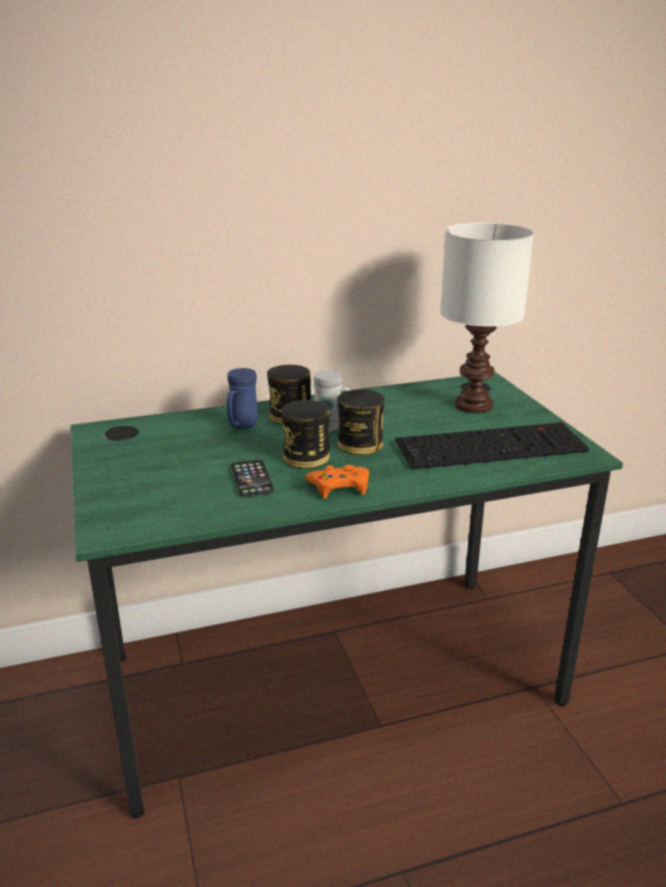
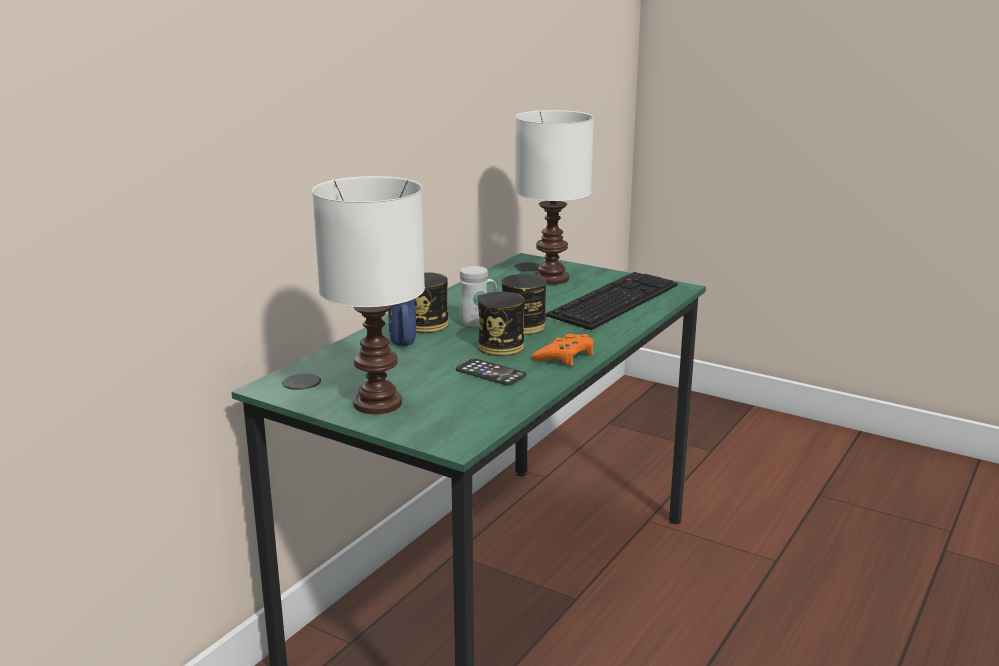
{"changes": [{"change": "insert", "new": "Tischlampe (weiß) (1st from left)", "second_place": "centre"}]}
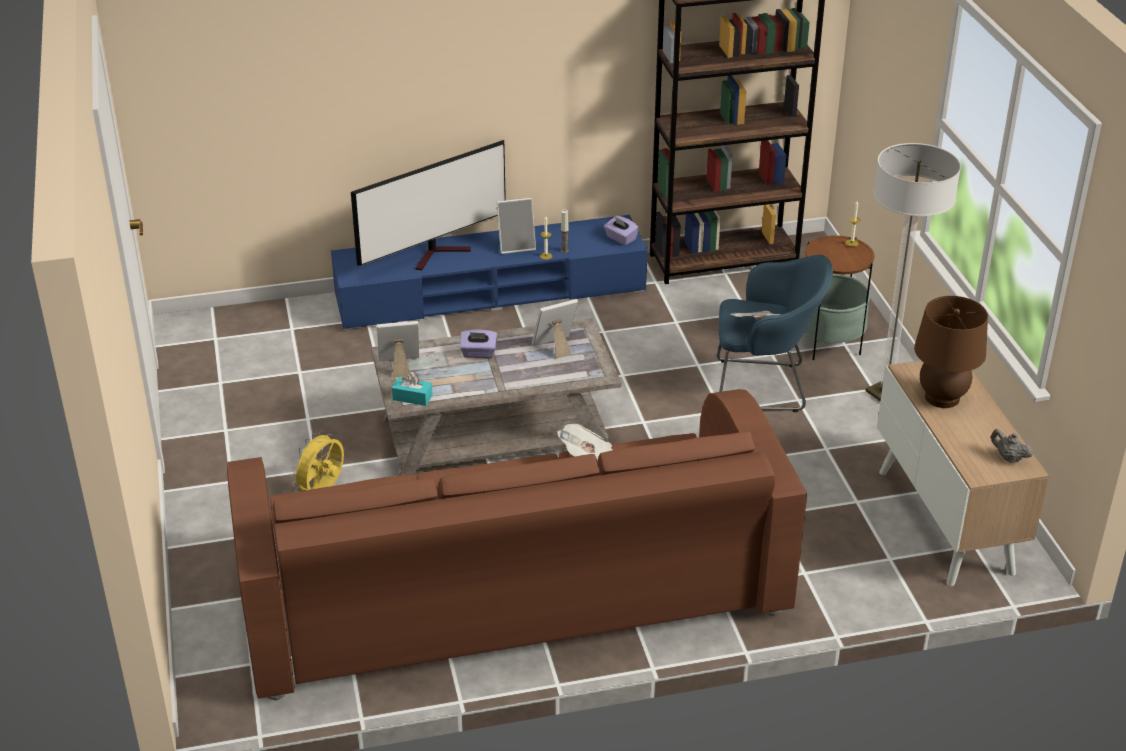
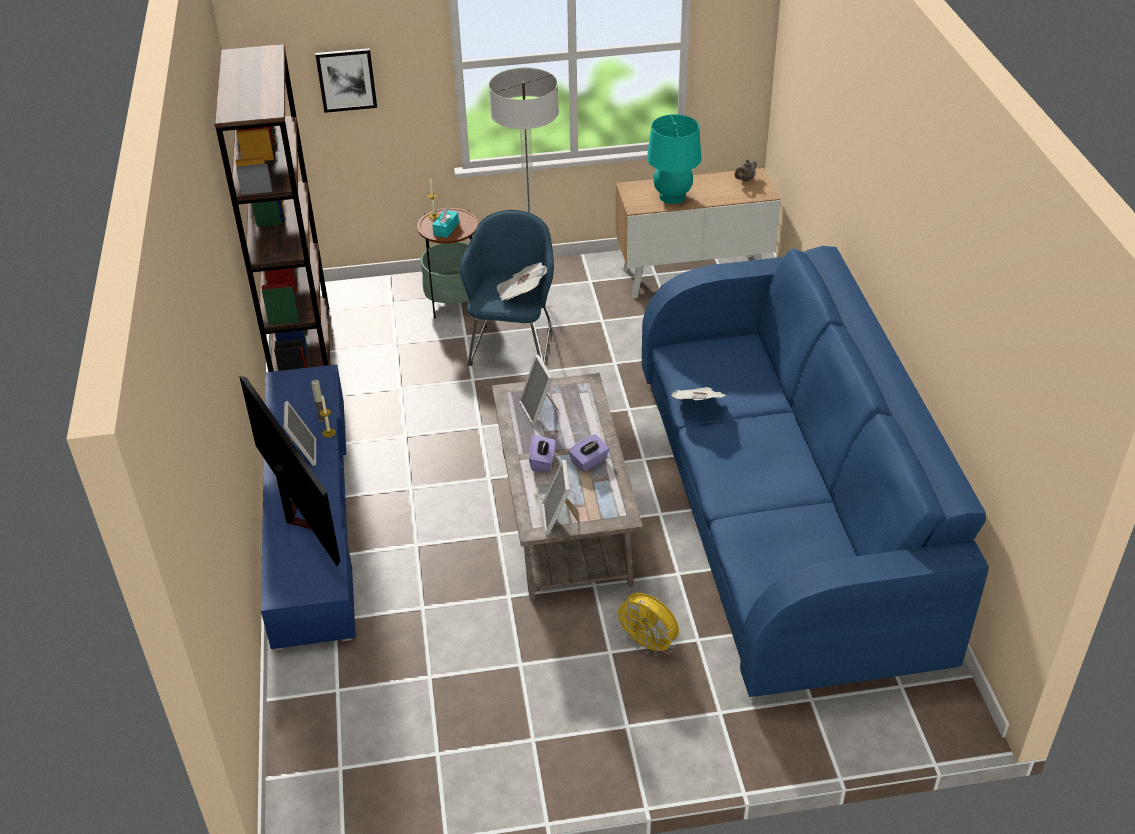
{"changes": [{"change": "recolor", "old": "Sofa (braun)", "new": "Sofa (blau)", "first_place": "bottom centre", "second_place": "middle right"}, {"change": "move", "old": "Taschentuchbox (türkis)", "first_place": "centre", "second_place": "top centre"}, {"change": "move", "old": "Taschentuchbox (lila) (2nd from left)", "first_place": "top centre", "second_place": "centre"}, {"change": "recolor", "old": "Tischlampe (braun)", "new": "Tischlampe (türkis)", "first_place": "middle right", "second_place": "top centre"}, {"change": "insert", "new": "Bild", "second_place": "top left"}]}
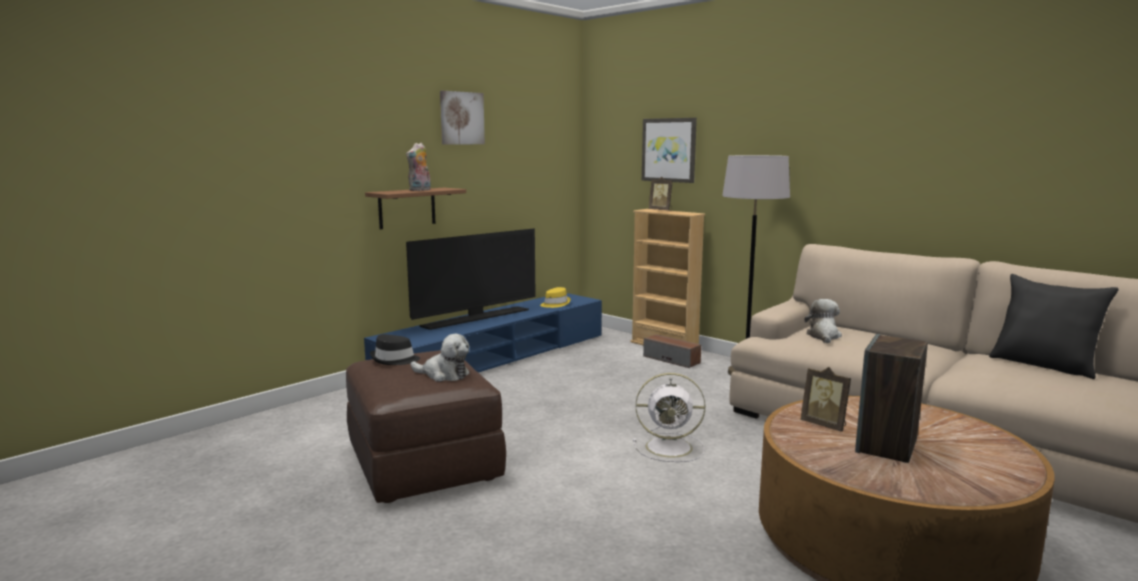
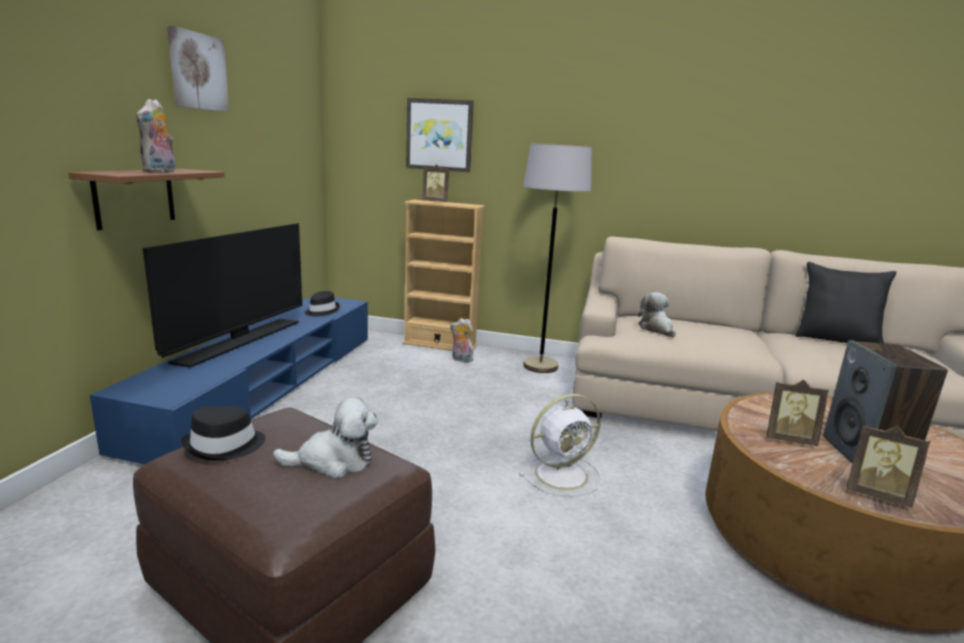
{"changes": [{"change": "recolor", "old": "Hut (gelb)", "new": "Hut (schwarz) (2nd from left)", "first_place": "centre", "second_place": "centre"}, {"change": "replace", "old": "Lautsprecher (1st from left)", "new": "Plüschtier (3rd from left)", "first_place": "centre", "second_place": "centre"}, {"change": "insert", "new": "Bilderrahmen (3rd from left)", "second_place": "bottom right"}]}
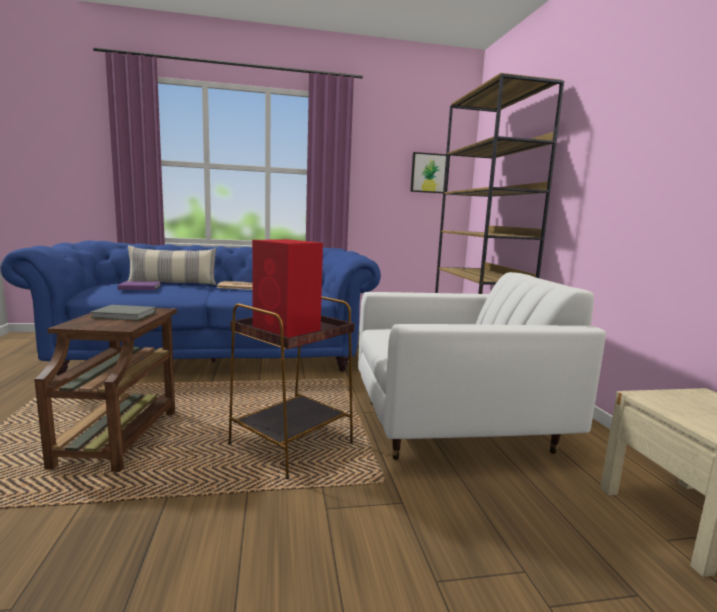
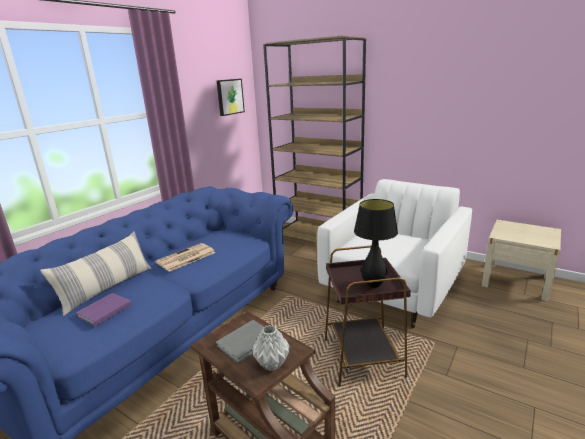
{"changes": [{"change": "replace", "old": "Lautsprecher (rot)", "new": "Tischlampe (schwarz)", "first_place": "centre", "second_place": "centre"}, {"change": "insert", "new": "Vase (grau)", "second_place": "bottom centre"}]}
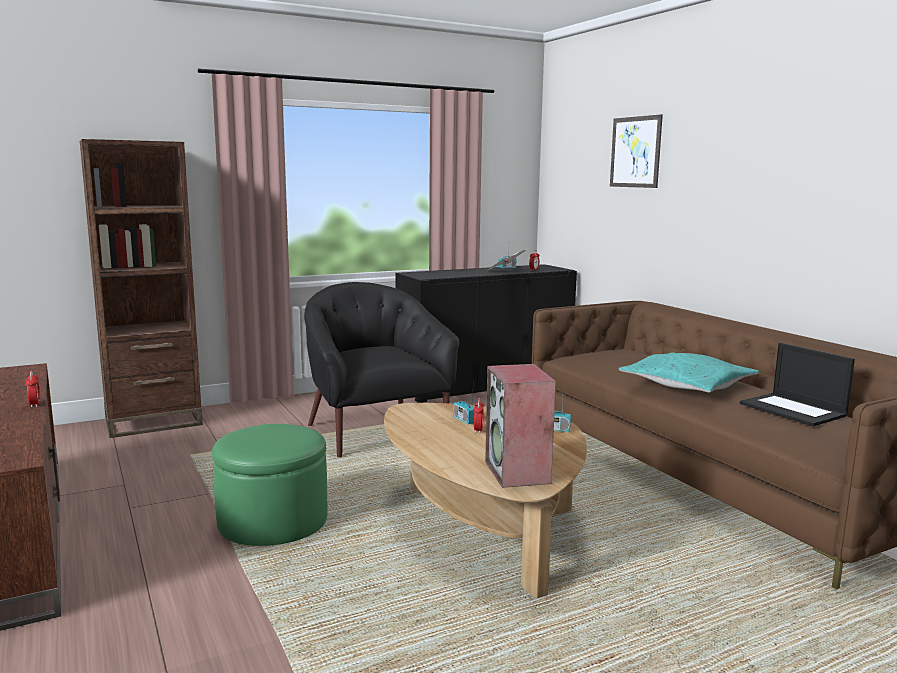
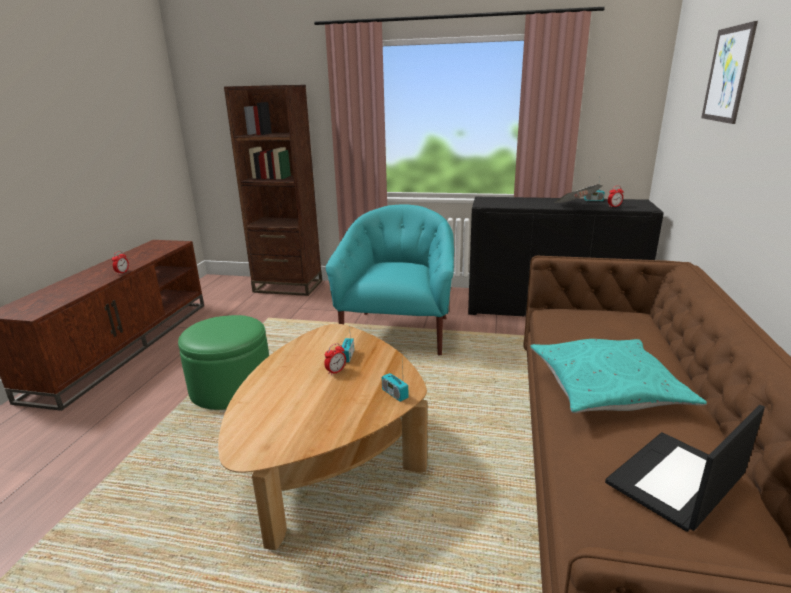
{"changes": [{"change": "recolor", "old": "Sessel (schwarz)", "new": "Sessel (türkis)", "first_place": "centre", "second_place": "centre"}, {"change": "delete", "old": "Lautsprecher", "first_place": "centre"}, {"change": "rotate", "old": "Laptop", "first_place": "middle right", "second_place": "bottom right", "degrees": 45}]}
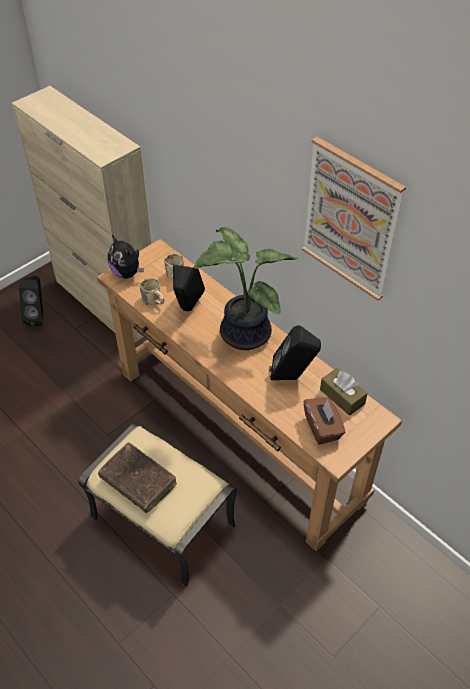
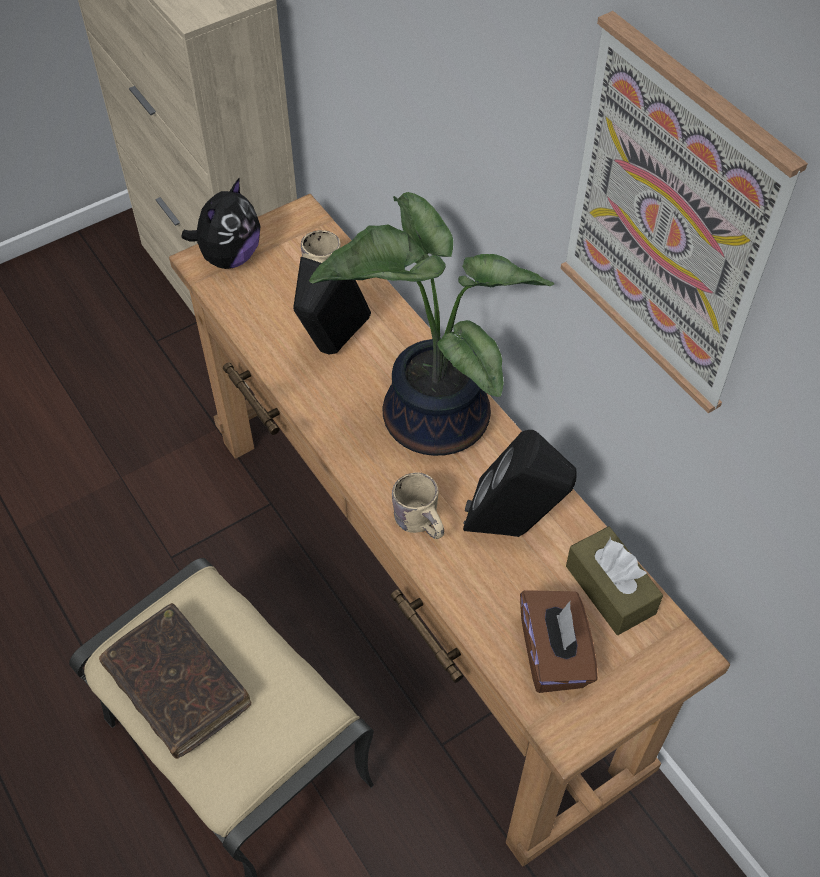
{"changes": [{"change": "delete", "old": "Lautsprecher (schwarz) (1st from left)", "first_place": "middle left"}, {"change": "rotate", "old": "Plüschtier", "first_place": "middle left", "second_place": "top left", "degrees": -120}, {"change": "move", "old": "Henkelbecher (beige) (1st from left in the first image)", "new": "Henkelbecher (beige) (2nd from left)", "first_place": "middle left", "second_place": "centre"}]}
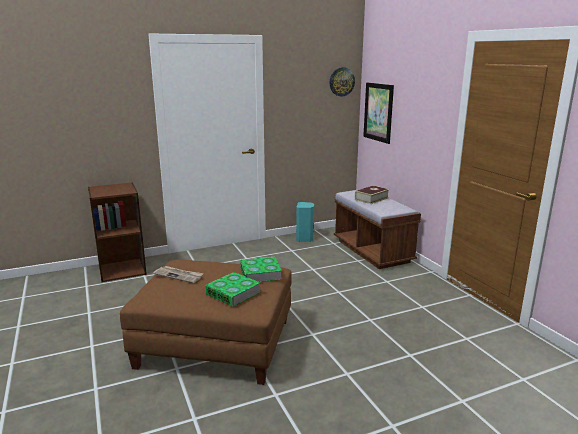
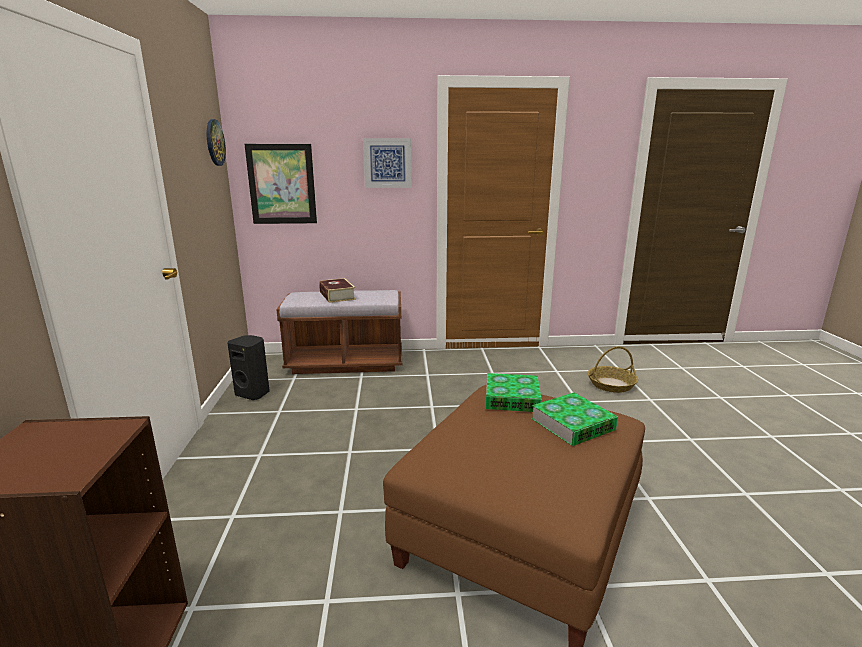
{"changes": [{"change": "delete", "old": "Zeitung", "first_place": "middle left"}, {"change": "recolor", "old": "Lautsprecher (türkis)", "new": "Lautsprecher (schwarz)", "first_place": "centre", "second_place": "middle left"}, {"change": "insert", "new": "Bild (2nd from left)", "second_place": "top centre"}, {"change": "insert", "new": "Korb", "second_place": "middle right"}]}
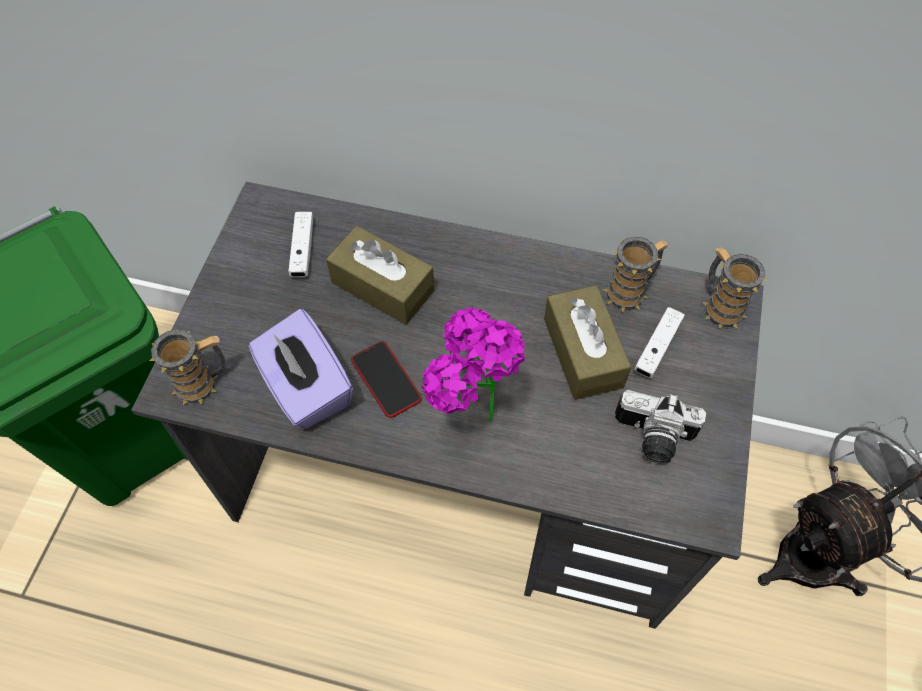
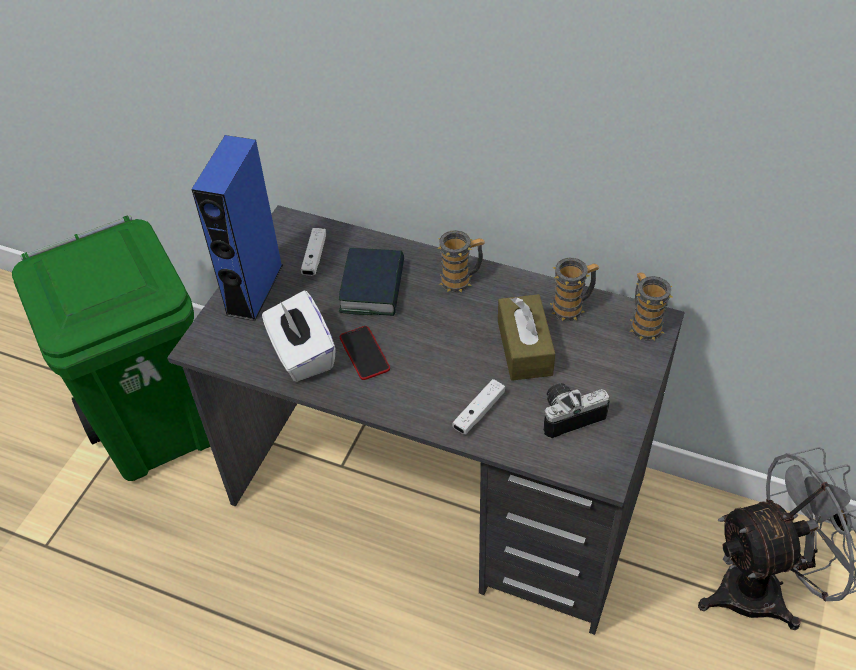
{"changes": [{"change": "move", "old": "Henkelbecher (1st from left)", "first_place": "middle left", "second_place": "centre"}, {"change": "recolor", "old": "Taschentuchbox (lila)", "new": "Taschentuchbox (weiß)", "first_place": "middle left", "second_place": "centre"}, {"change": "replace", "old": "Taschentuchbox (braun) (1st from left)", "new": "Buch", "first_place": "centre", "second_place": "centre"}, {"change": "delete", "old": "Topfpflanze", "first_place": "centre"}, {"change": "rotate", "old": "Kamera", "first_place": "middle right", "second_place": "middle right", "degrees": 135}, {"change": "move", "old": "Gamepad (weiß) (2nd from left)", "first_place": "middle right", "second_place": "centre"}, {"change": "insert", "new": "Lautsprecher (blau)", "second_place": "middle left"}]}
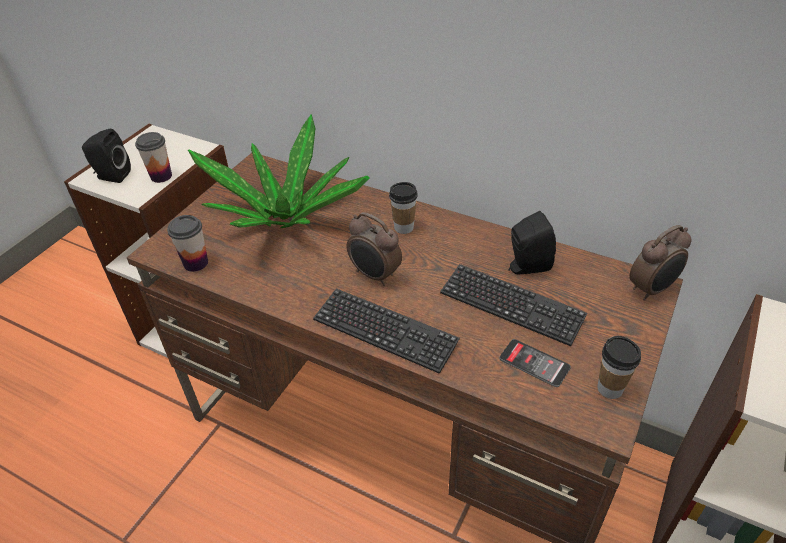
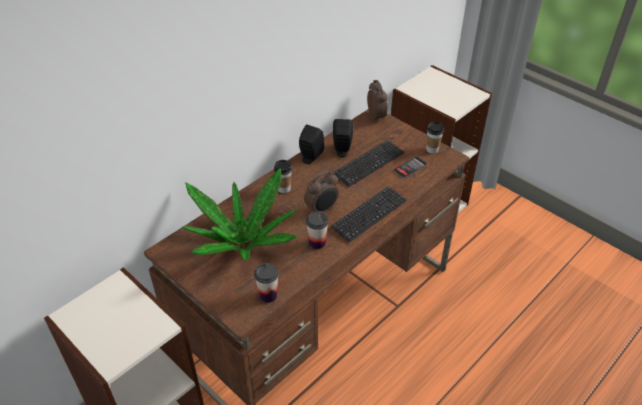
{"changes": [{"change": "move", "old": "Lautsprecher (schwarz) (1st from left)", "first_place": "top left", "second_place": "centre"}, {"change": "move", "old": "Tasse (1st from left in the first image)", "new": "Tasse (3rd from left)", "first_place": "top left", "second_place": "centre"}]}
